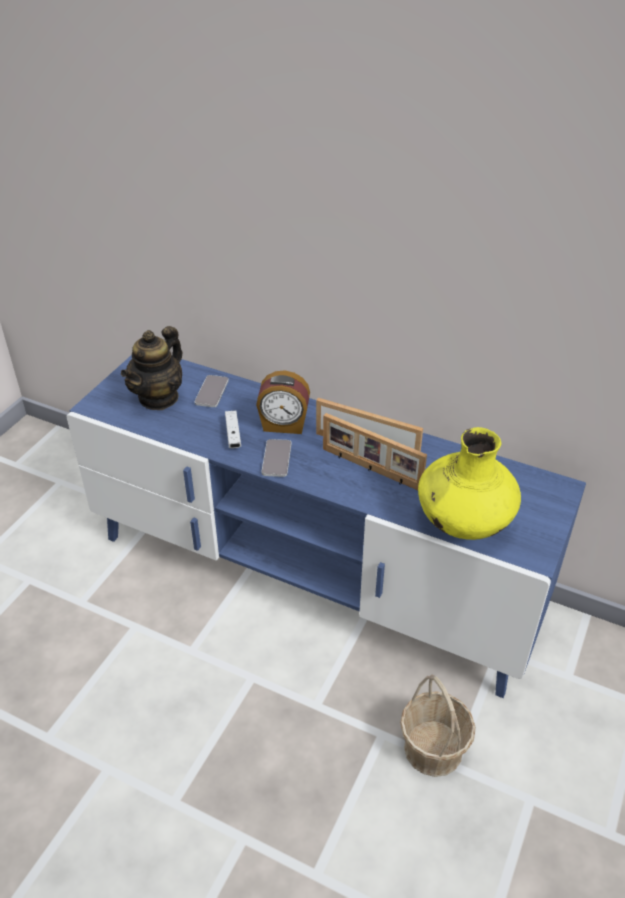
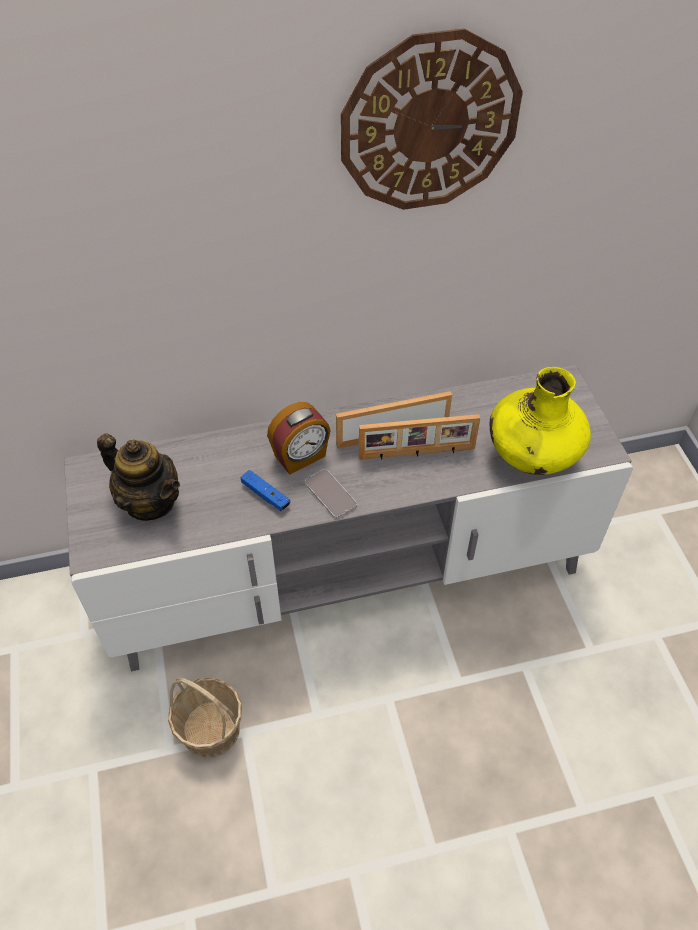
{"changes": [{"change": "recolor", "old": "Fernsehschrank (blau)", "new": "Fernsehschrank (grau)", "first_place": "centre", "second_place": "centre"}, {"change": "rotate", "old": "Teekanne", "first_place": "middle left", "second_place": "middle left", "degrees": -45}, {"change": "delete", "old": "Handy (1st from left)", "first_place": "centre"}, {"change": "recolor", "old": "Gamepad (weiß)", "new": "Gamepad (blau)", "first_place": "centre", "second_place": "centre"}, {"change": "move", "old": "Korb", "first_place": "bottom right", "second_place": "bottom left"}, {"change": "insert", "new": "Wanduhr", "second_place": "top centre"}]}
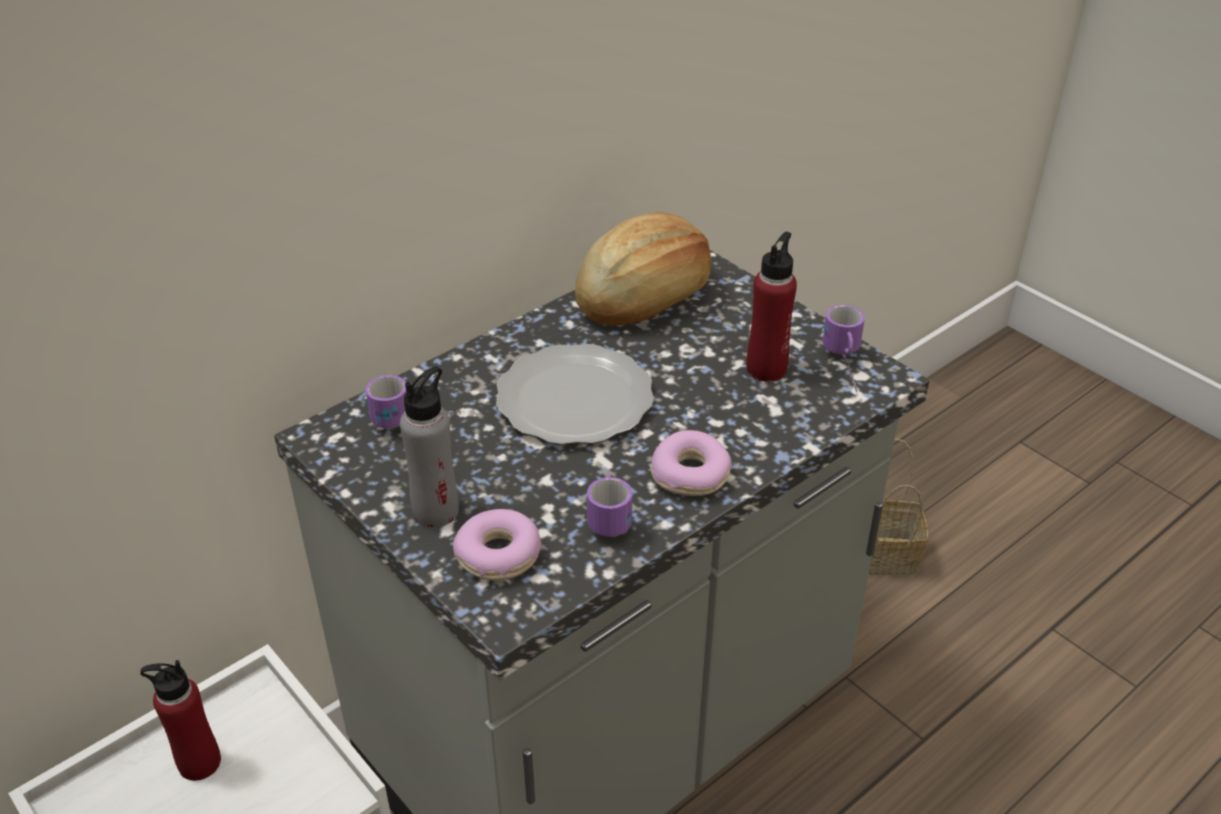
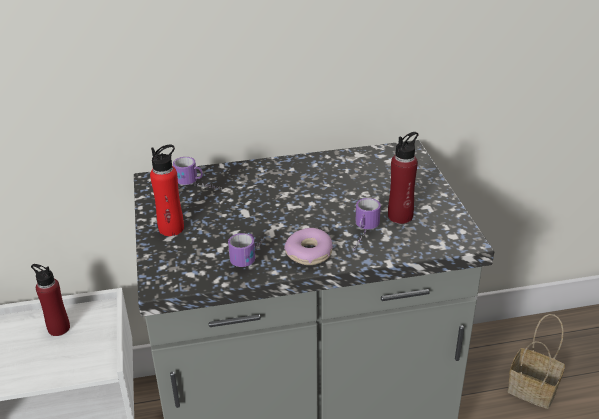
{"changes": [{"change": "recolor", "old": "Flasche (grau)", "new": "Flasche (rot) (2nd from left)", "first_place": "centre", "second_place": "middle left"}, {"change": "delete", "old": "Donut (1st from left)", "first_place": "bottom centre"}, {"change": "delete", "old": "Teller", "first_place": "centre"}, {"change": "delete", "old": "Brot", "first_place": "top centre"}, {"change": "move", "old": "Henkelbecher (3rd from left)", "first_place": "middle right", "second_place": "centre"}]}
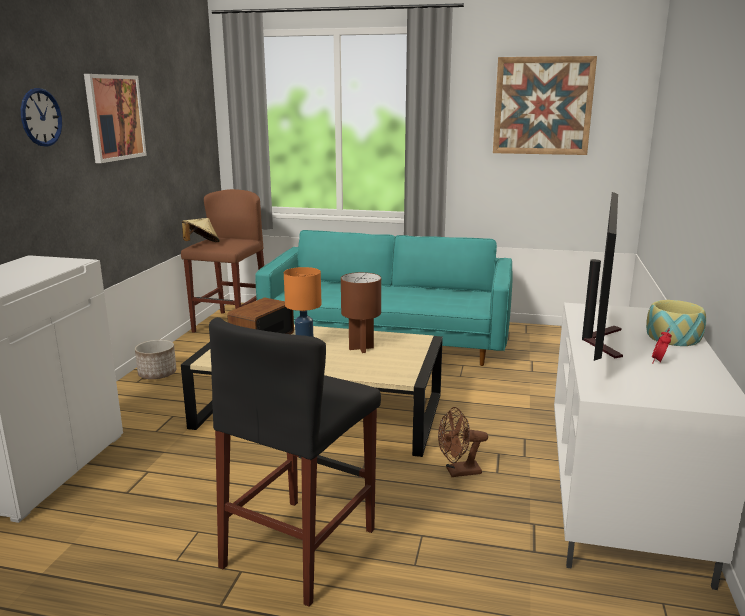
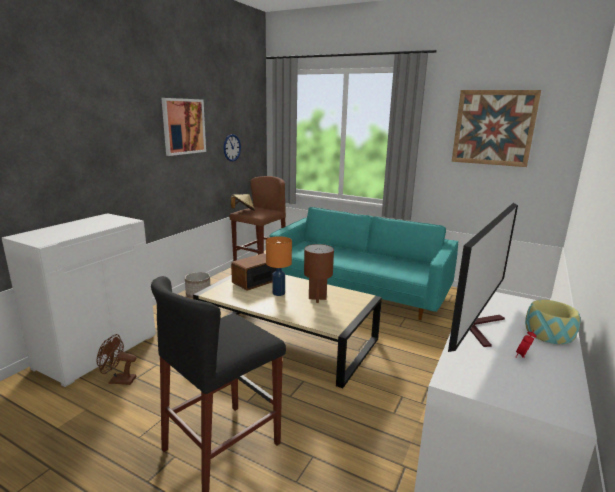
{"changes": [{"change": "move", "old": "Wanduhr", "first_place": "top left", "second_place": "top centre"}, {"change": "move", "old": "Ventilator (braun)", "first_place": "bottom centre", "second_place": "bottom left"}]}
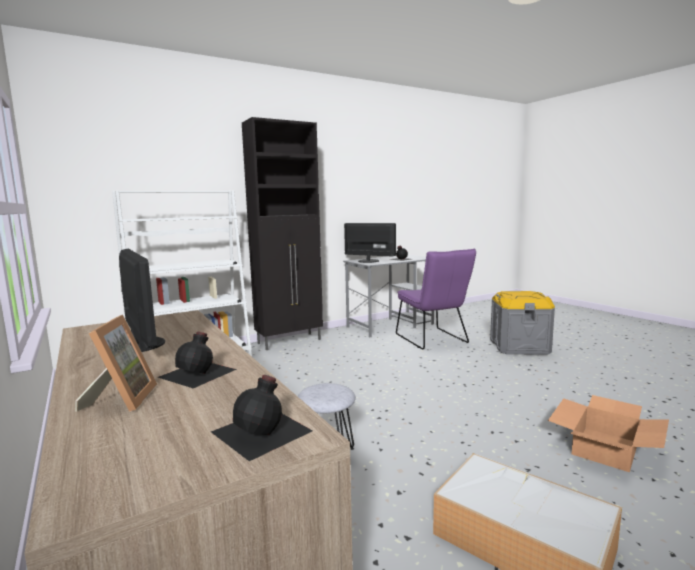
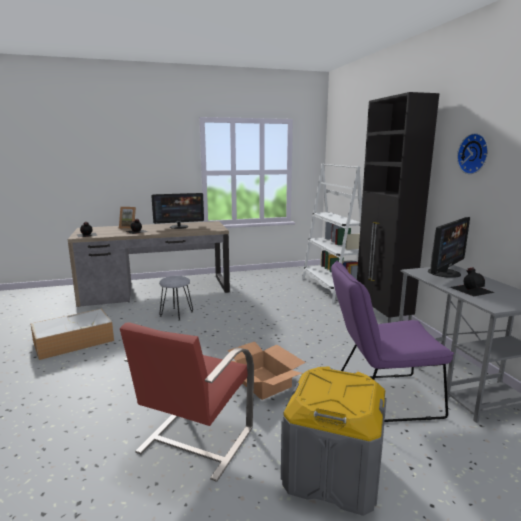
{"changes": [{"change": "move", "old": "Karton", "first_place": "bottom right", "second_place": "bottom centre"}, {"change": "insert", "new": "Stuhl (rot)", "second_place": "bottom centre"}, {"change": "insert", "new": "Wanduhr", "second_place": "top right"}]}
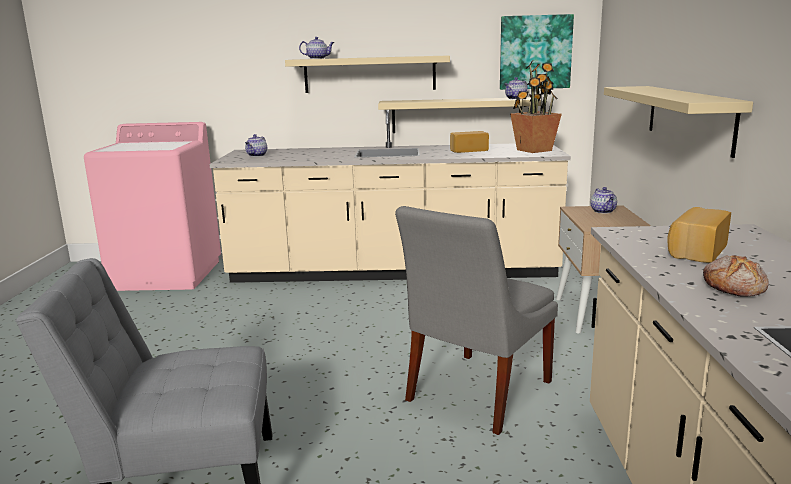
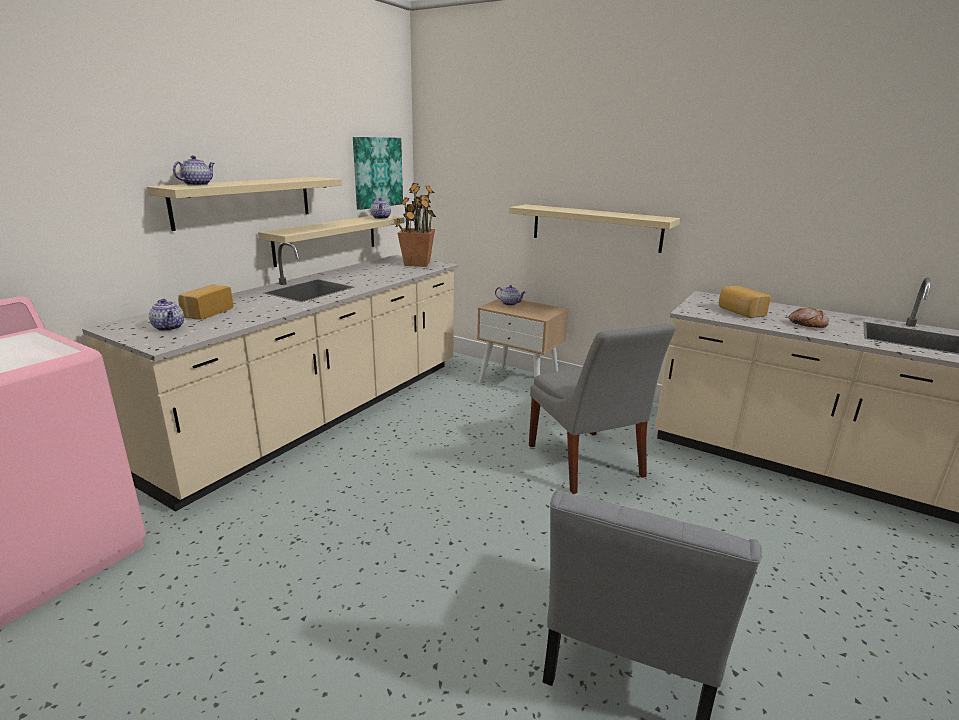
{"changes": [{"change": "move", "old": "Brot (1st from left)", "first_place": "top centre", "second_place": "middle left"}]}
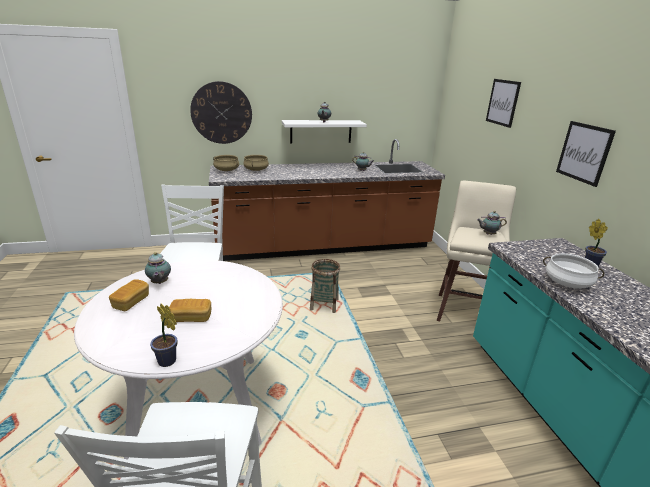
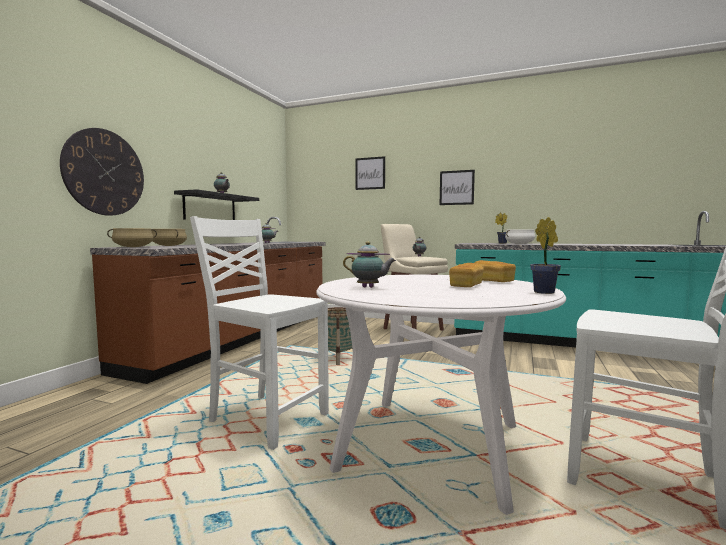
{"changes": [{"change": "move", "old": "Brot (1st from left in the first image)", "new": "Brot (2nd from left)", "first_place": "middle left", "second_place": "middle right"}, {"change": "recolor", "old": "Wandregal (weiß)", "new": "Wandregal (schwarz)", "first_place": "top centre", "second_place": "middle left"}]}
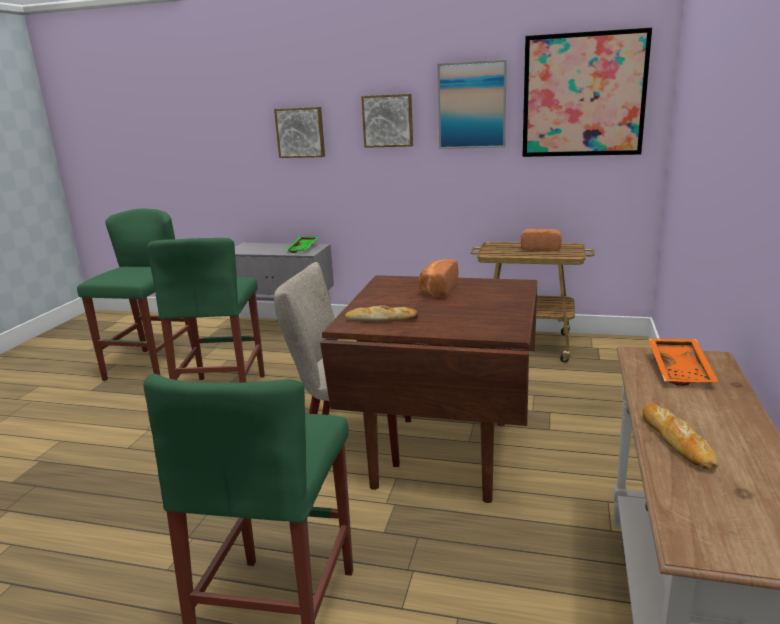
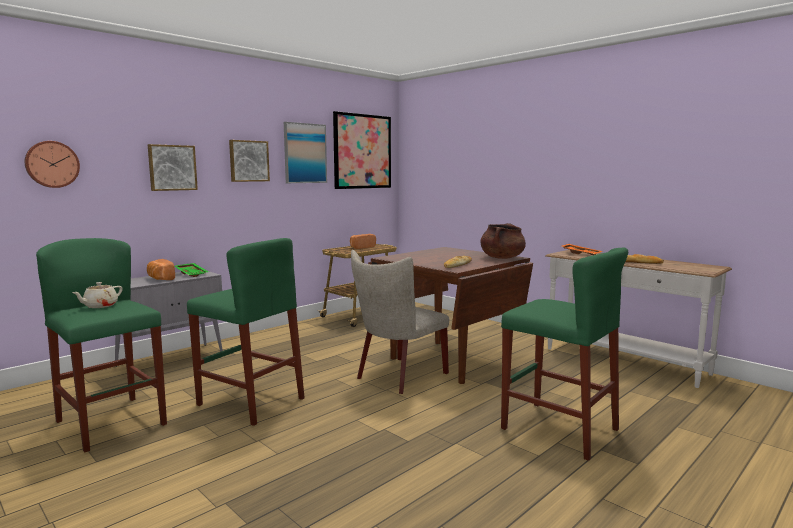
{"changes": [{"change": "move", "old": "Brot (2nd from left in the first image)", "new": "Brot (1st from left)", "first_place": "centre", "second_place": "middle left"}, {"change": "insert", "new": "Wanduhr", "second_place": "top left"}, {"change": "insert", "new": "Teekanne (beige)", "second_place": "middle left"}, {"change": "insert", "new": "Kochtopf (braun)", "second_place": "centre"}]}
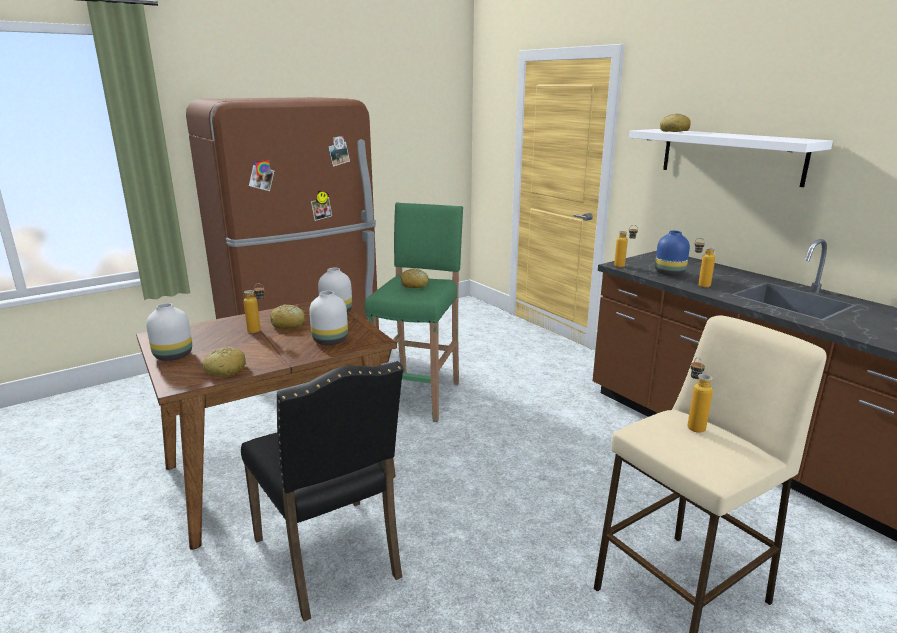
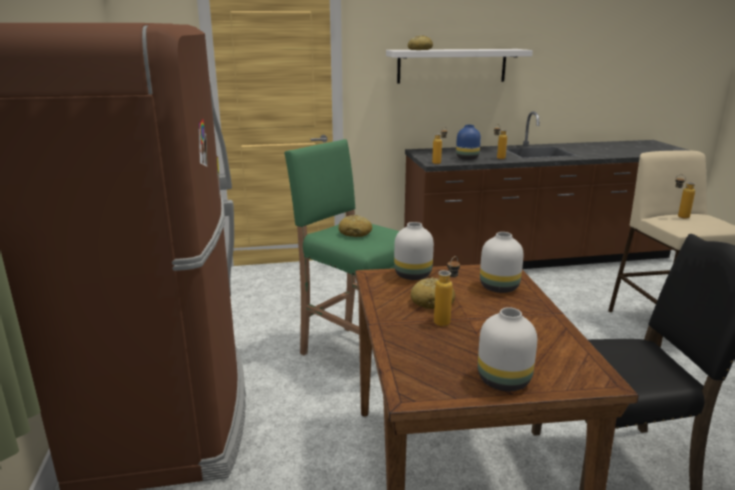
{"changes": [{"change": "delete", "old": "Brot (1st from left)", "first_place": "middle left"}]}
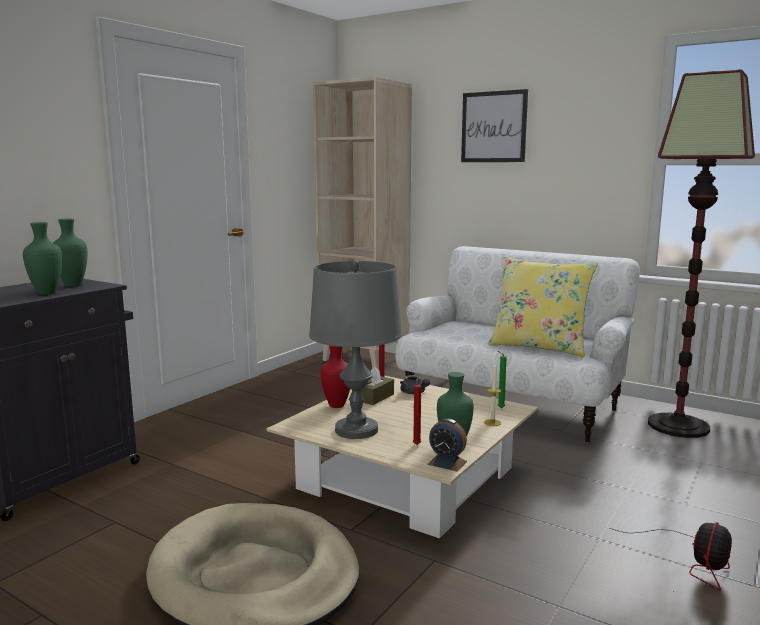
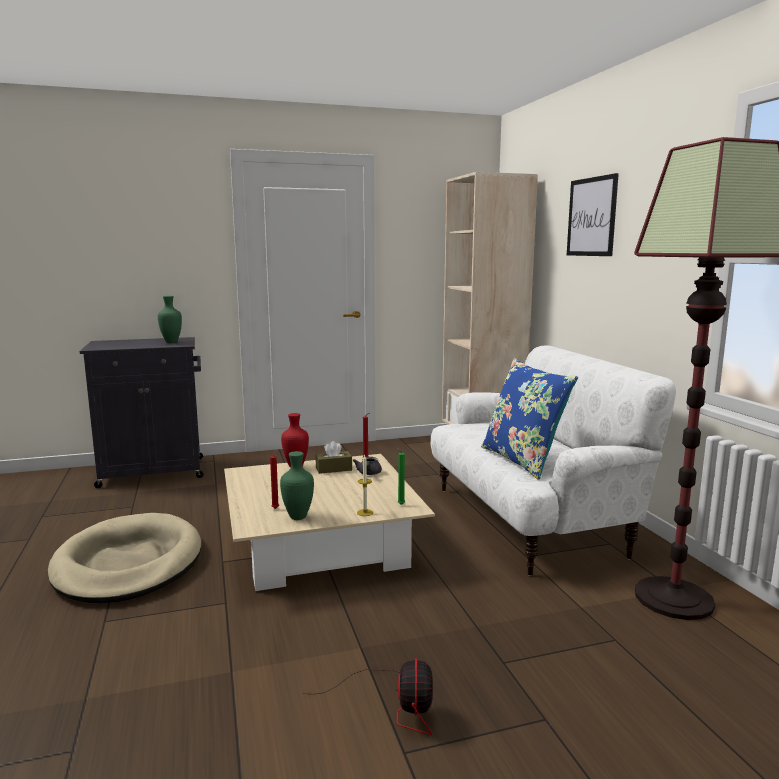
{"changes": [{"change": "delete", "old": "Vase (grün) (1st from left)", "first_place": "middle left"}, {"change": "delete", "old": "Tischlampe (grau)", "first_place": "centre"}, {"change": "delete", "old": "Wecker", "first_place": "bottom centre"}, {"change": "recolor", "old": "Kissen (gelb)", "new": "Kissen (blau)", "first_place": "middle right", "second_place": "middle right"}, {"change": "rotate", "old": "Ventilator", "first_place": "bottom right", "second_place": "bottom centre", "degrees": -75}]}
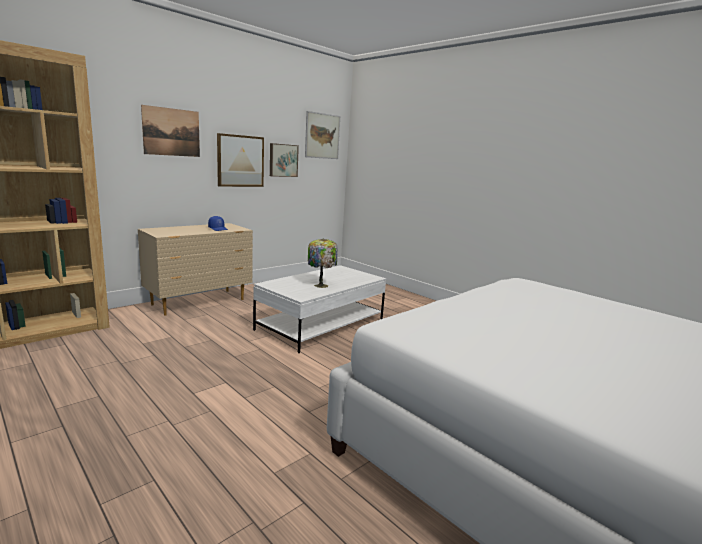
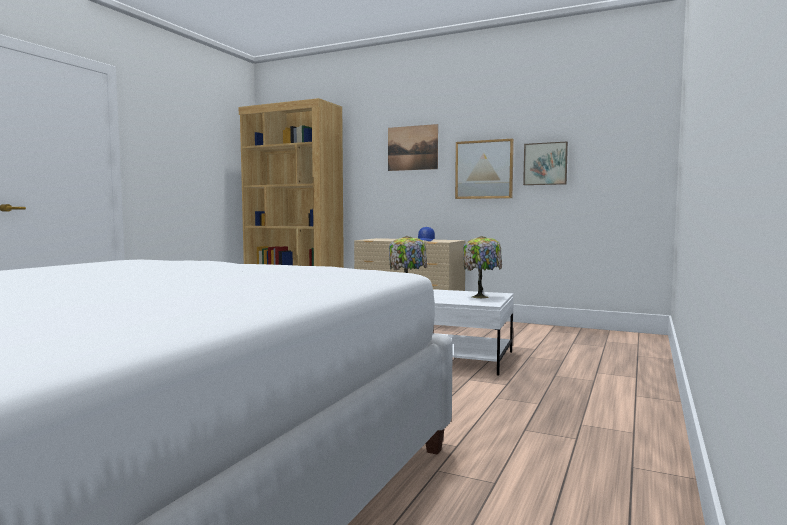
{"changes": [{"change": "delete", "old": "Bild (4th from left)", "first_place": "top centre"}, {"change": "insert", "new": "Tischlampe (2nd from left)", "second_place": "centre"}]}
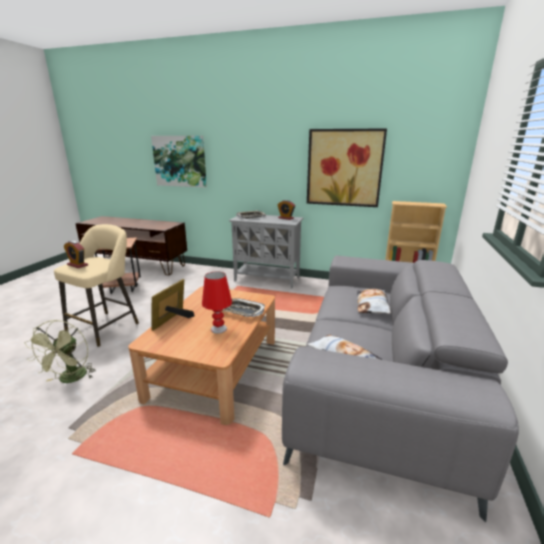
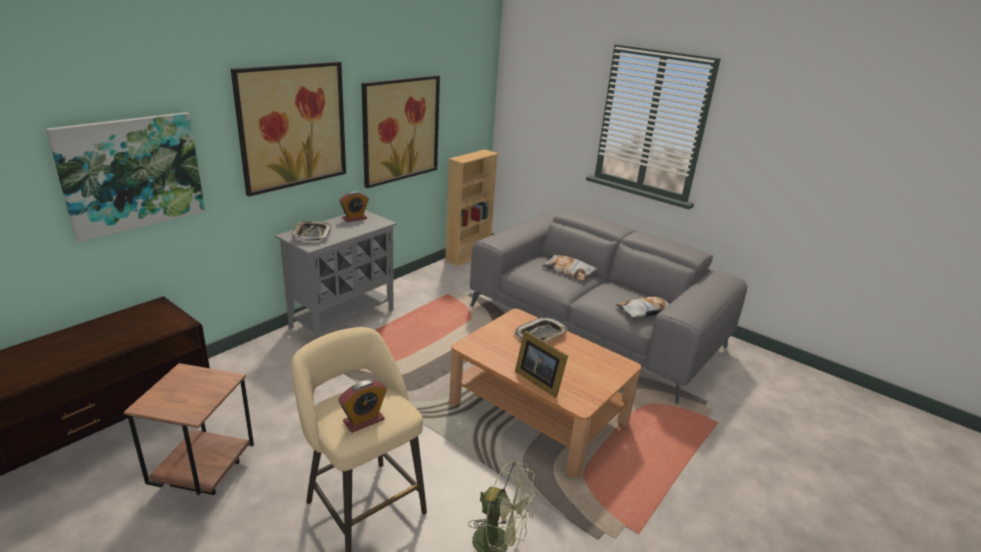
{"changes": [{"change": "delete", "old": "Tischlampe (rot)", "first_place": "centre"}, {"change": "insert", "new": "Bild (2nd from left)", "second_place": "top left"}]}
